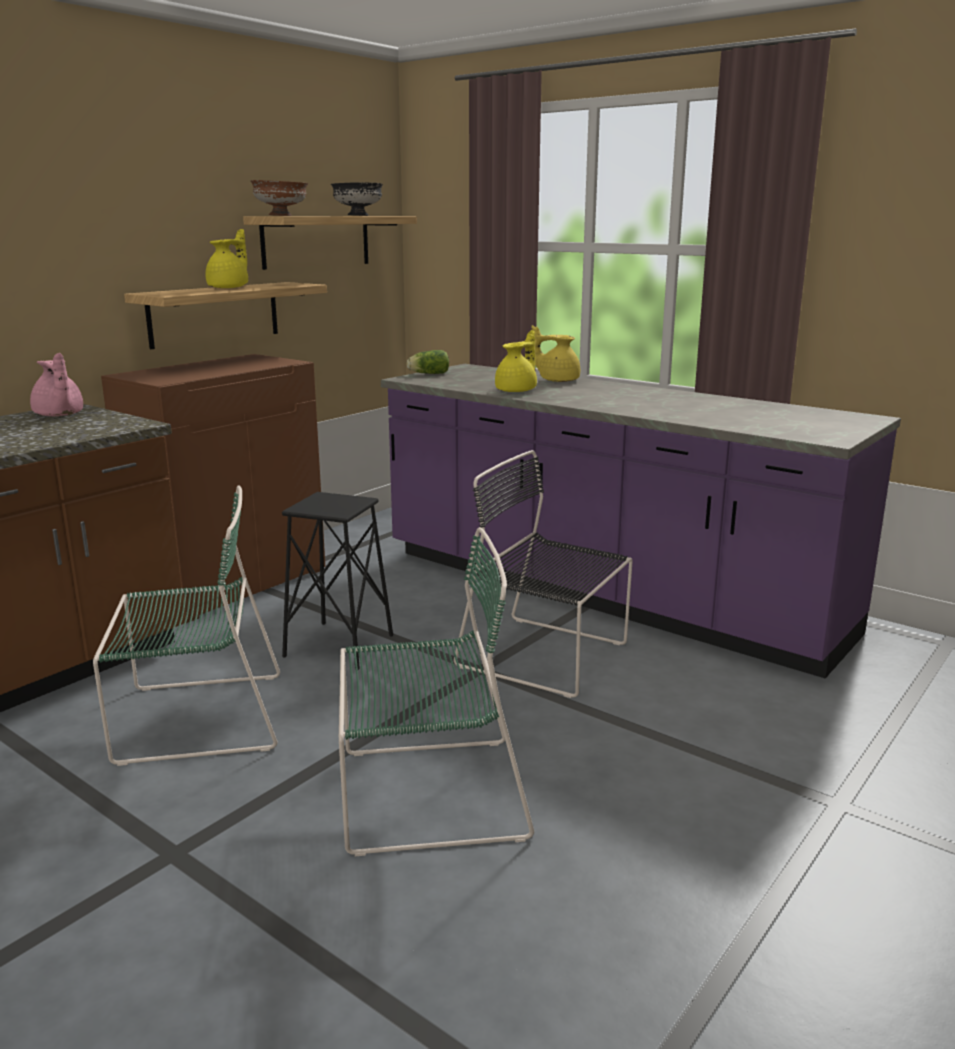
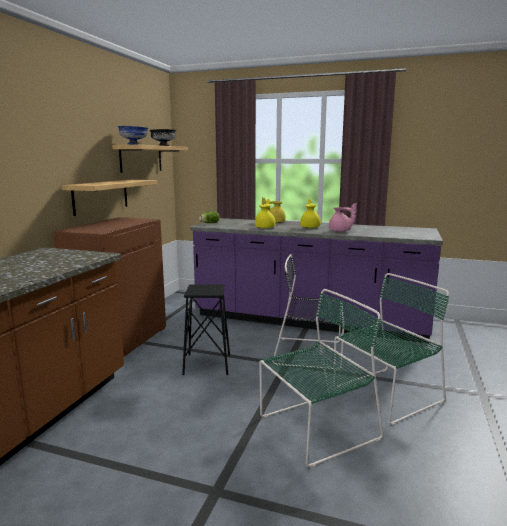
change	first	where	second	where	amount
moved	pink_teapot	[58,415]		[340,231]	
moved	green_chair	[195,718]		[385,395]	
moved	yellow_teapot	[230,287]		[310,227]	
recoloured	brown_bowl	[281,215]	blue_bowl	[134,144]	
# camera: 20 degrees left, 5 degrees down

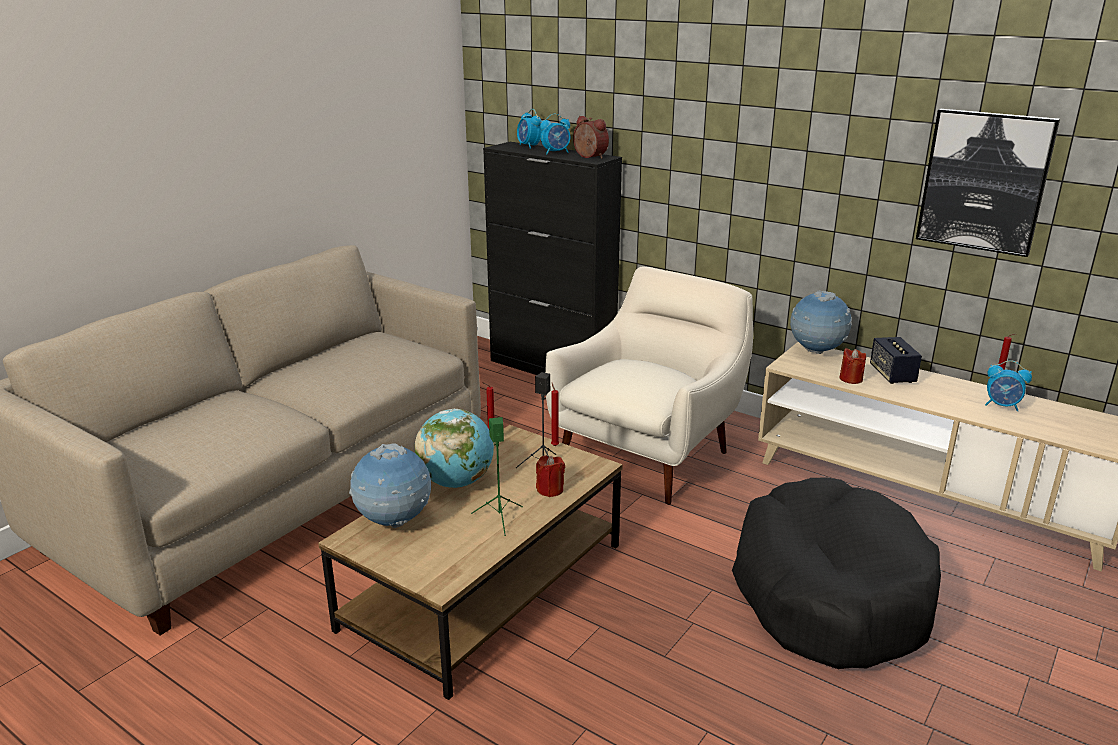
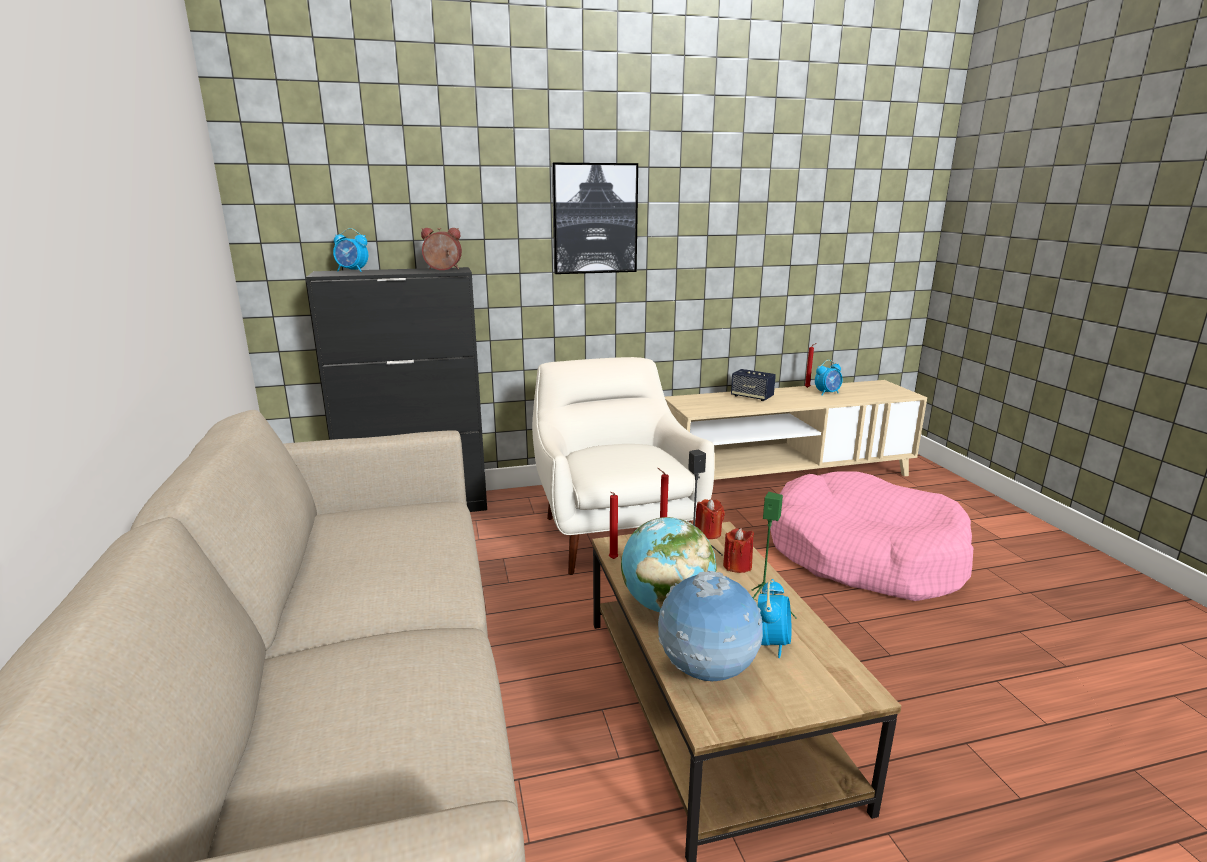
change	first	where	second	where	amount
removed	globe	[816,352]			
moved	alarm_clock	[556,152]		[772,643]	
moved	red_candle	[851,379]		[708,533]	
moved	picture	[984,181]		[594,219]	
recoloured	black_dog_bed	[829,593]	pink_dog_bed	[864,555]	
# camera: 50 degrees left, 5 degrees down

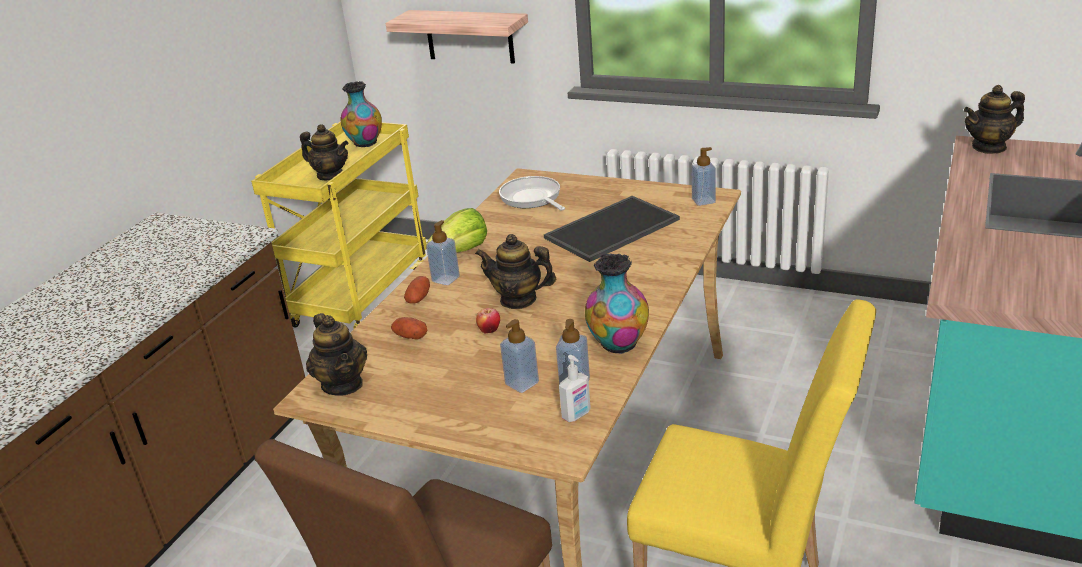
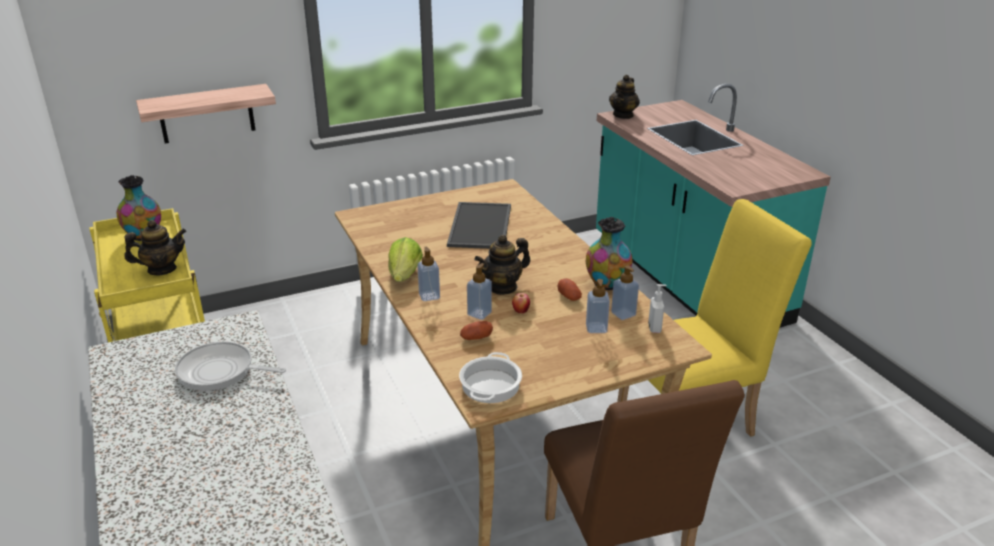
change	first	where	second	where	amount
moved	potato	[418,298]		[569,296]	
moved	frying_pan	[532,198]		[220,372]	
moved	soap_dispenser	[703,201]		[479,313]	
replaced	teapot	[343,384]	cooking_pot	[490,385]	
# camera: 50 degrees left, 0 degrees up

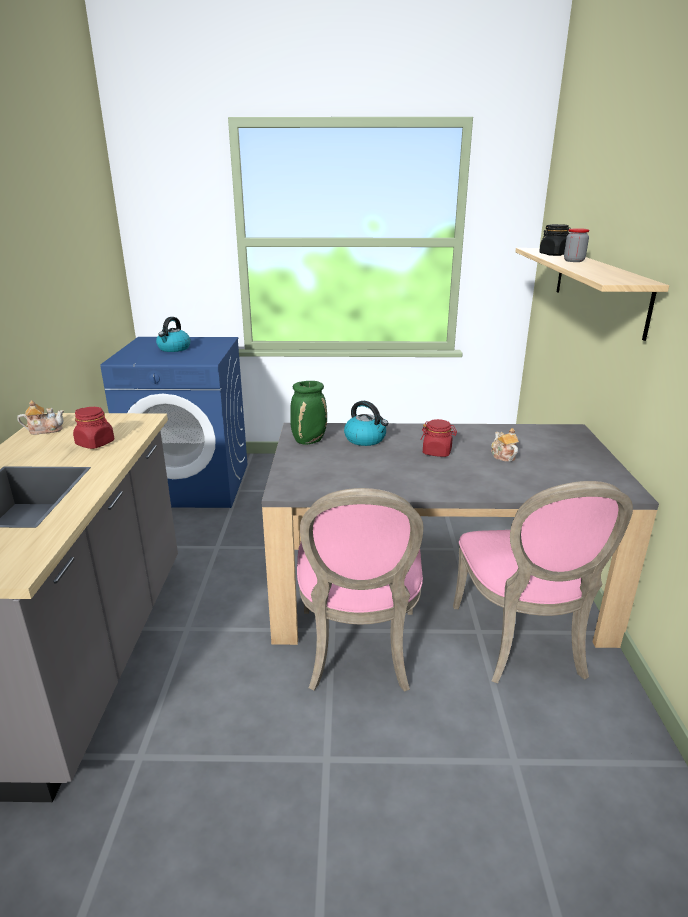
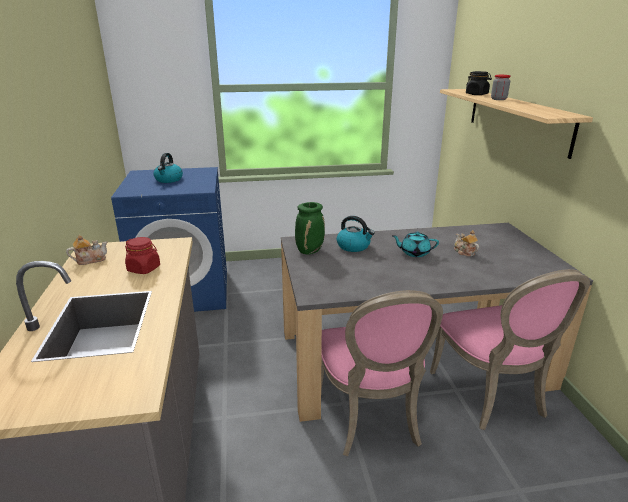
change	first	where	second	where	amount
replaced	red_jar	[437,452]	turquoise_teapot	[414,253]	
# camera: 10 degrees left, 0 degrees up

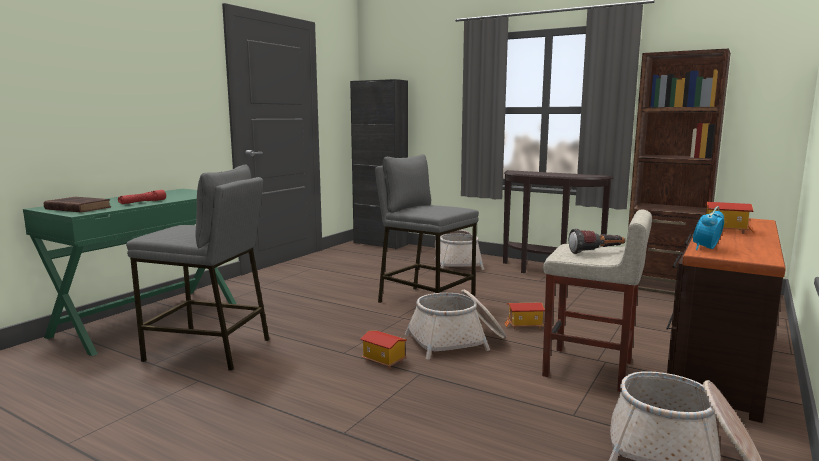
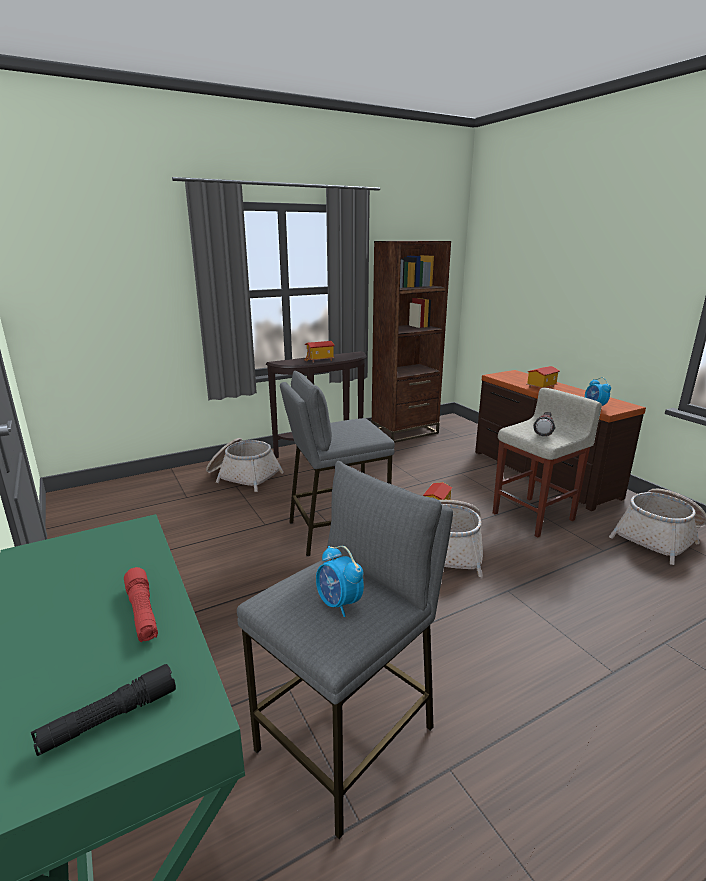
change	first	where	second	where	amount
removed	black_cabinet	[380,244]			
added			alarm_clock	[339,603]	
moved	toy_house	[383,361]		[320,360]	
replaced	brown_book	[77,208]	black_flashlight	[109,718]	
# camera: 60 degrees left, 10 degrees up

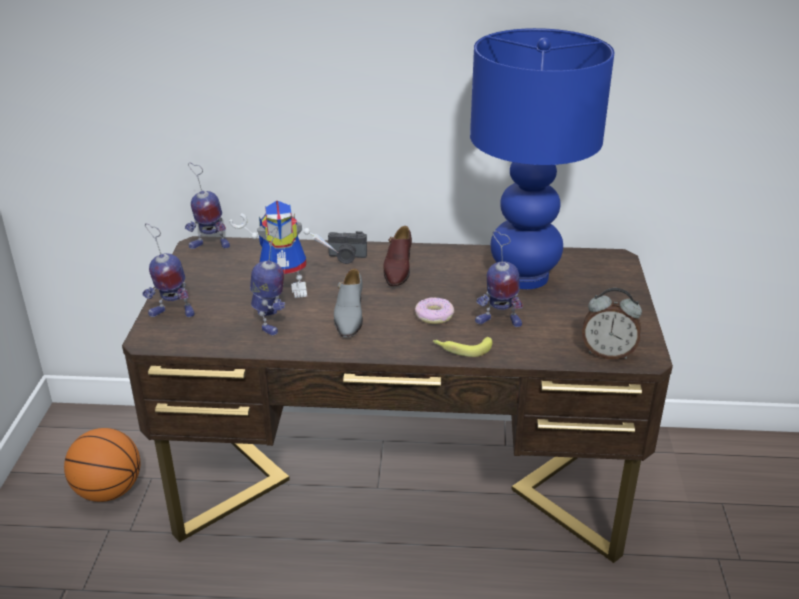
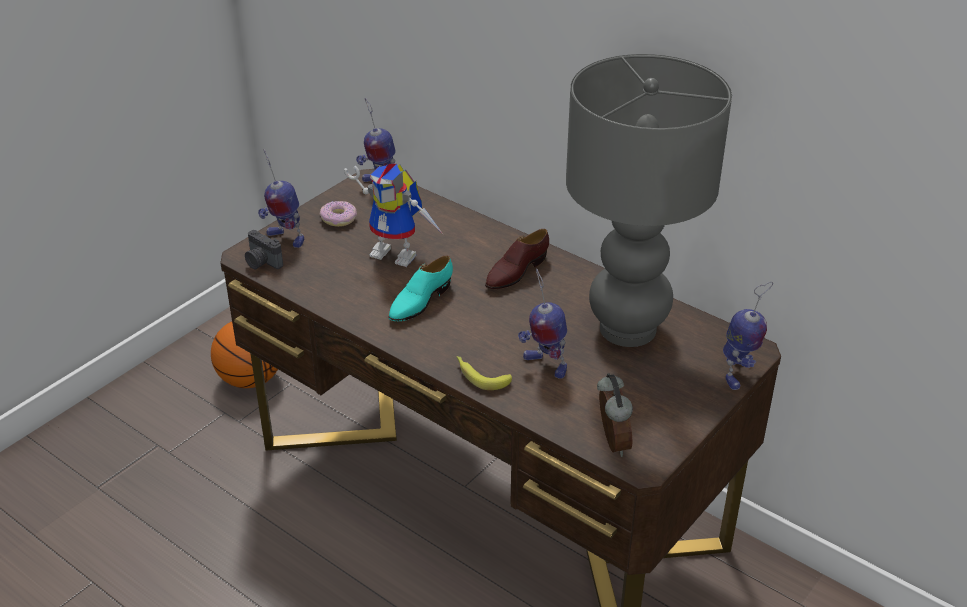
change	first	where	second	where	amount
moved	toy_robot	[270,322]		[738,374]	
moved	photo_camera	[347,258]		[262,262]	
moved	donut	[434,316]		[339,218]	
recoloured	grey_shoe	[349,316]	turquoise_shoe	[420,301]	
recoloured	blue_table_lamp	[525,276]	grey_table_lamp	[629,329]	
turned	alarm_clock	[608,353]		[611,443]	150 degrees counterclockwise
# camera: 35 degrees right, 5 degrees up

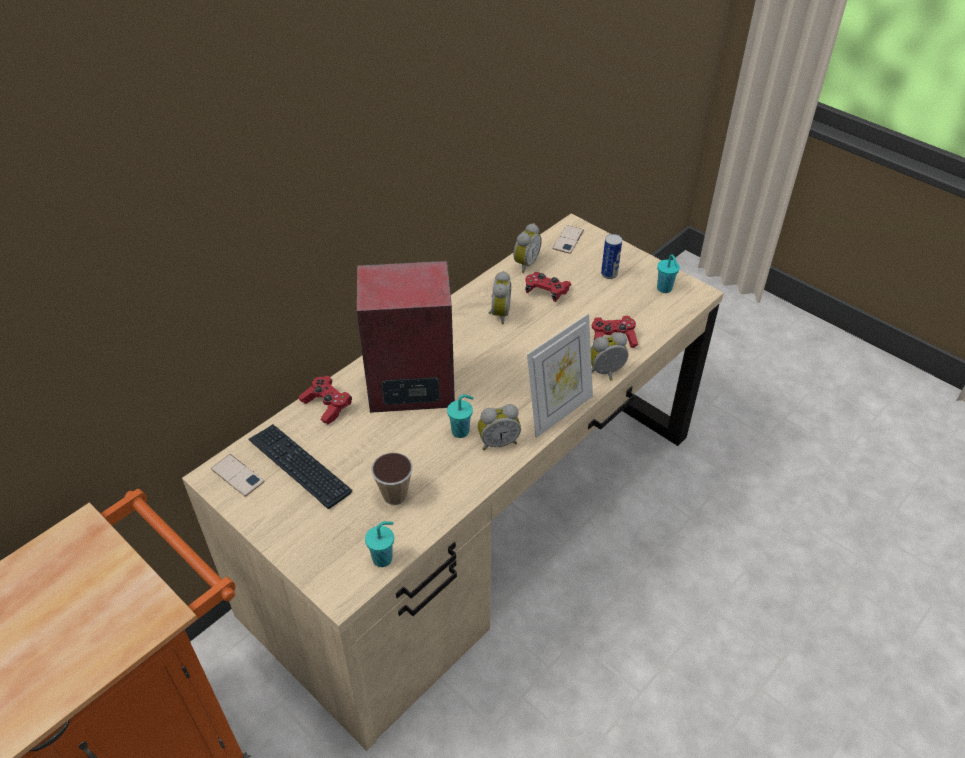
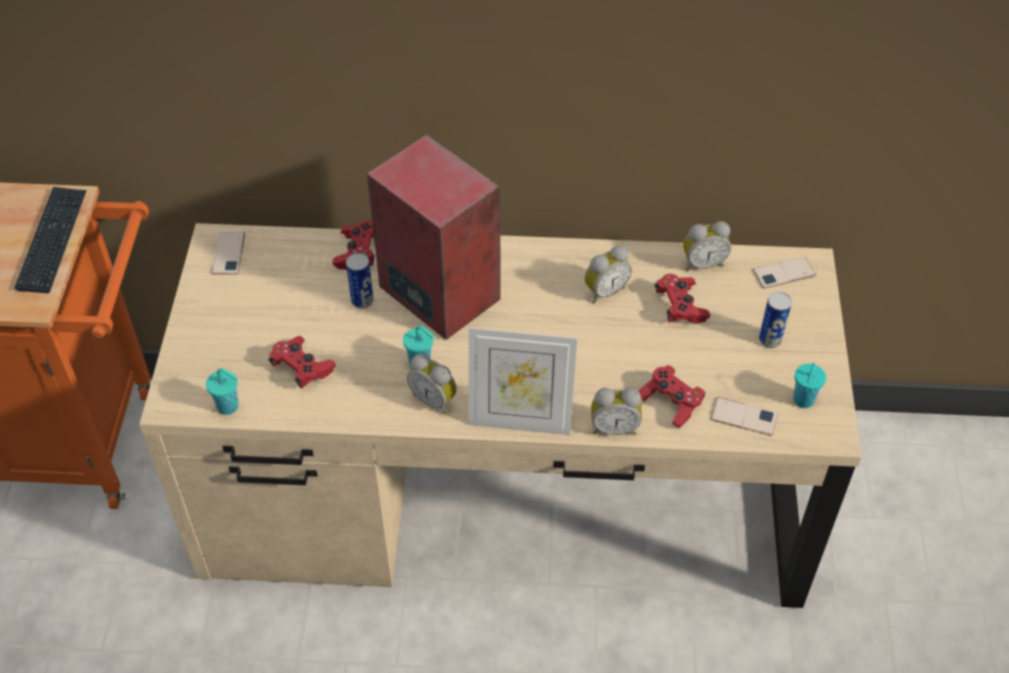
change	first	where	second	where	amount
added			can	[362,301]	
added			phone	[744,417]	
moved	keyboard	[299,466]		[52,240]	
replaced	cup	[395,495]	red_game_controller	[302,368]	
turned	alarm_clock	[606,373]		[614,427]	150 degrees clockwise
# camera: 50 degrees right, 5 degrees up

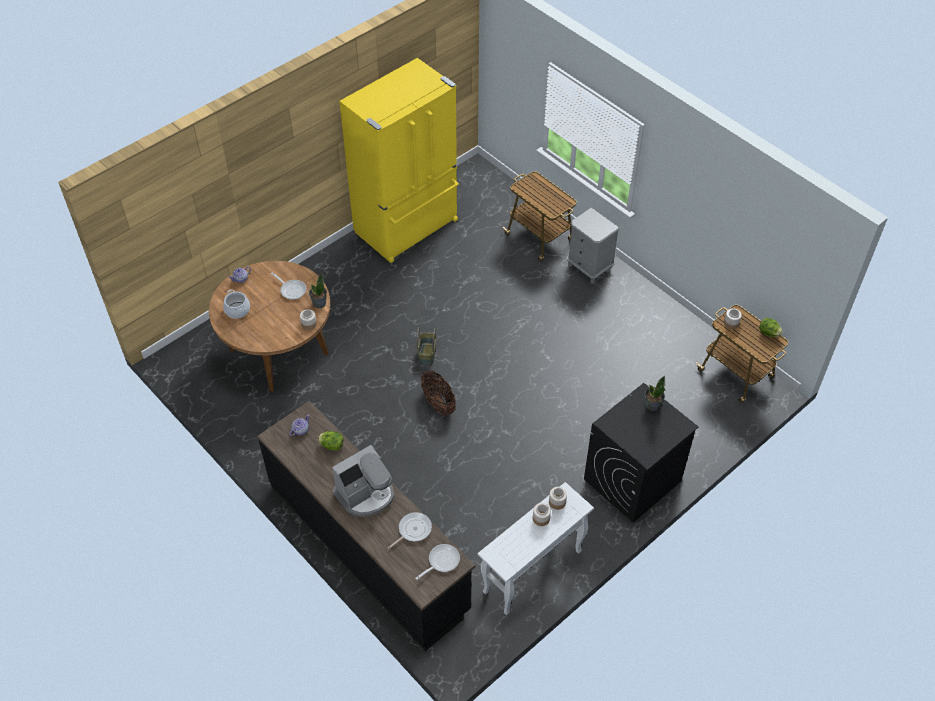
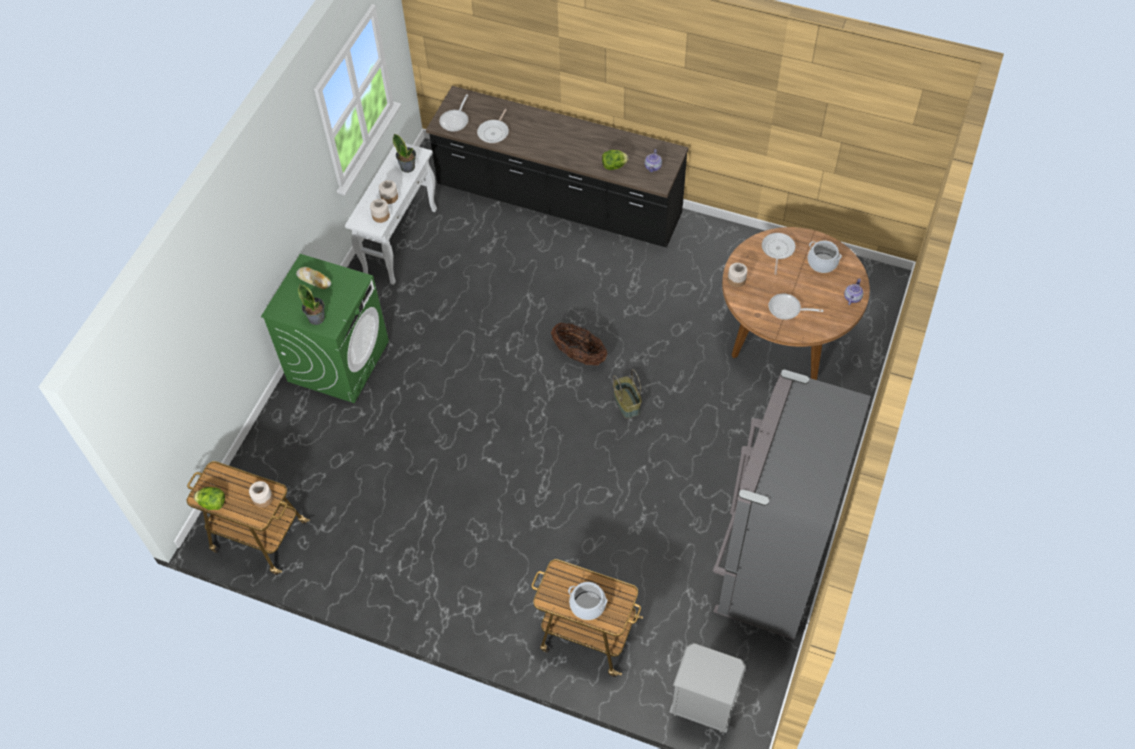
change	first	where	second	where	amount
removed	coffee_machine	[366,494]			
added			bread	[314,280]	
added			cooking_pot	[587,605]	
added			frying_pan	[777,250]	
moved	potted_plant	[319,303]		[408,167]	
moved	grey_nightstand	[589,267]		[703,706]	
recoloured	yellow_fridge	[408,227]	grey_fridge	[768,568]	
recoloured	black_washing_machine	[632,480]	green_washing_machine	[338,360]	
# camera: 155 degrees right, 5 degrees up

